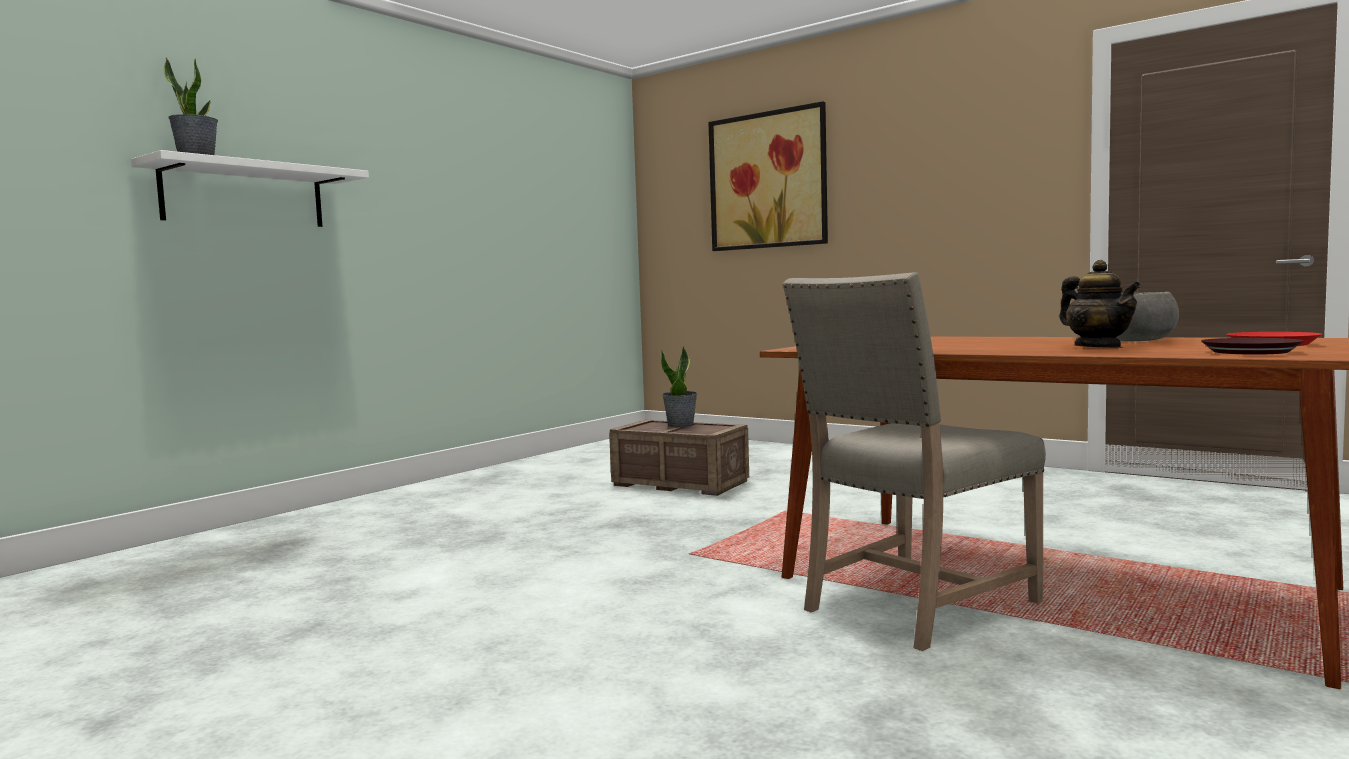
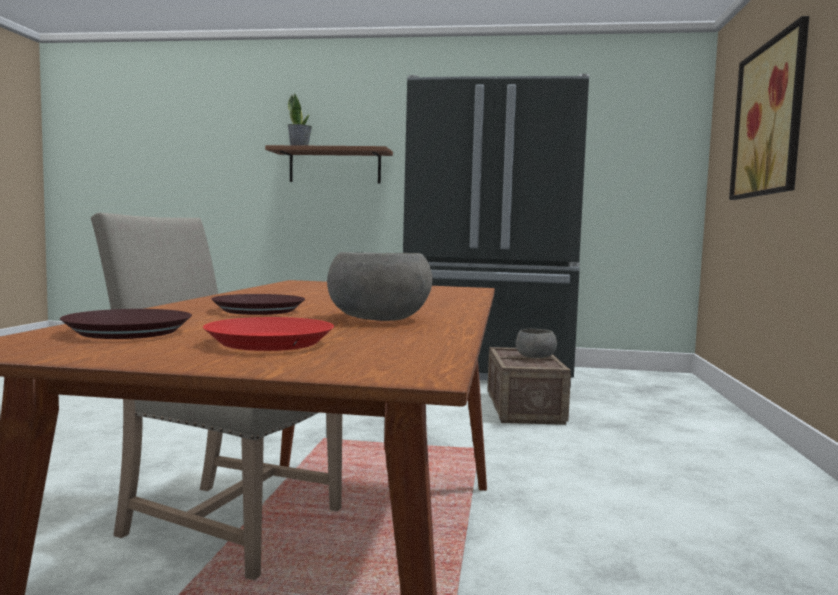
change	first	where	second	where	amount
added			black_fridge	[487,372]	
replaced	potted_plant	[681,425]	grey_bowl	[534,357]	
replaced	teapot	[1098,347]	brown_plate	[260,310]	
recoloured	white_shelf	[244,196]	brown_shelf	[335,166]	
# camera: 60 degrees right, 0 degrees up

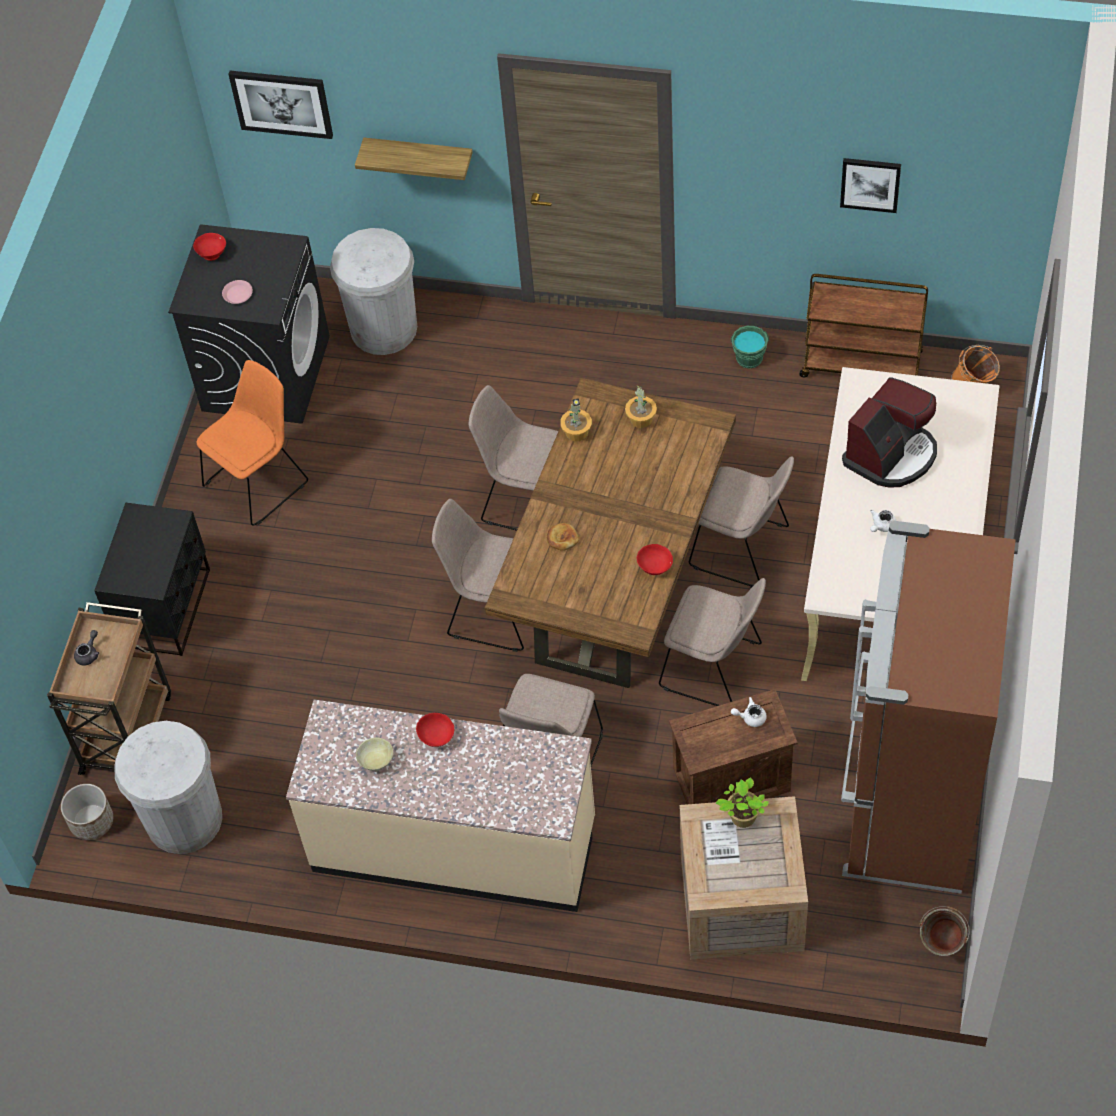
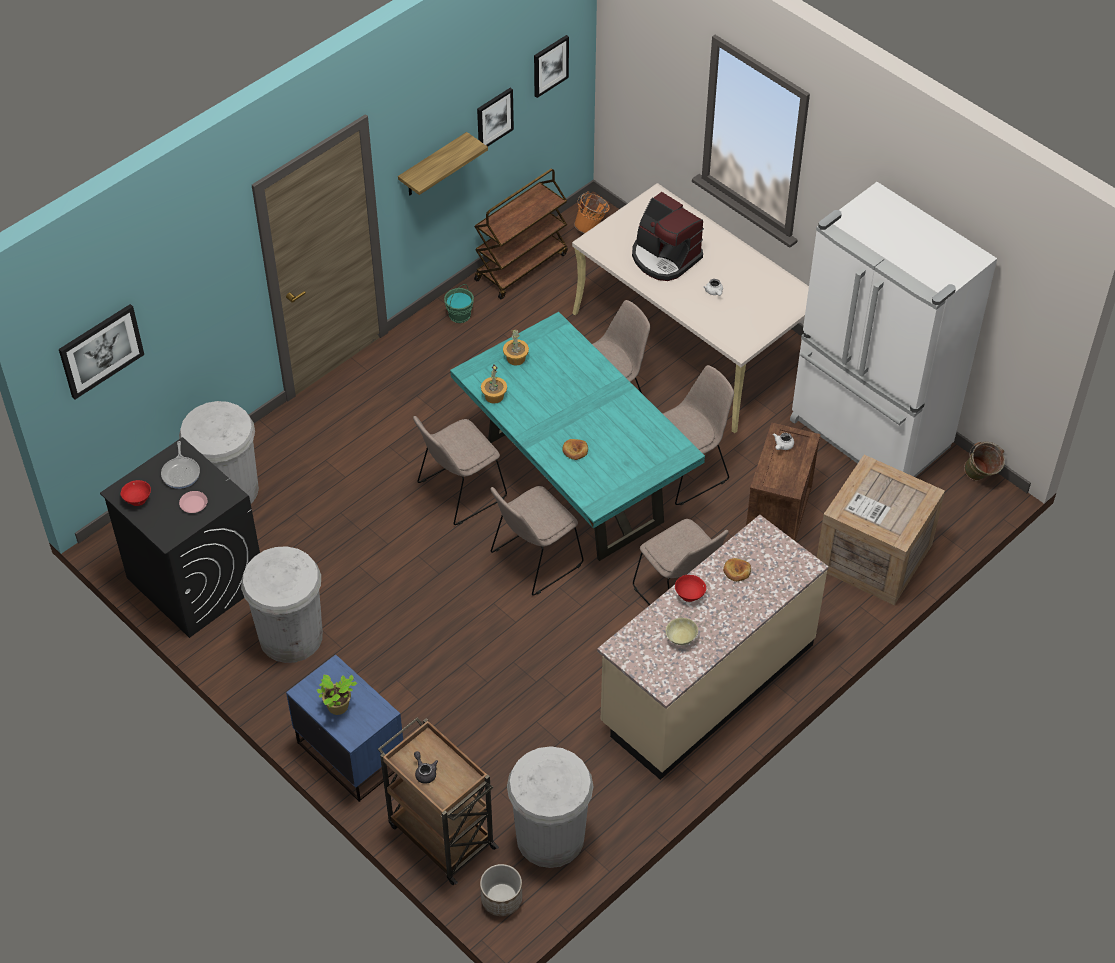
change	first	where	second	where	amount
removed	red_bowl	[655,568]			
added			frying_pan	[181,473]	
added			picture	[550,65]	
added			bread	[736,571]	
moved	shelf	[419,156]		[433,166]	
moved	potted_plant	[741,818]		[338,708]	
replaced	orange_chair	[258,481]	white_trash_can	[291,636]	
recoloured	black_nightstand	[166,608]	blue_nightstand	[351,753]	
recoloured	brown_dining_table	[617,581]	turquoise_dining_table	[573,481]	
recoloured	brown_fridge	[907,805]	white_fridge	[868,436]	
turned	coffee_machine	[891,455]		[664,257]	150 degrees clockwise
# camera: 60 degrees left, 5 degrees down

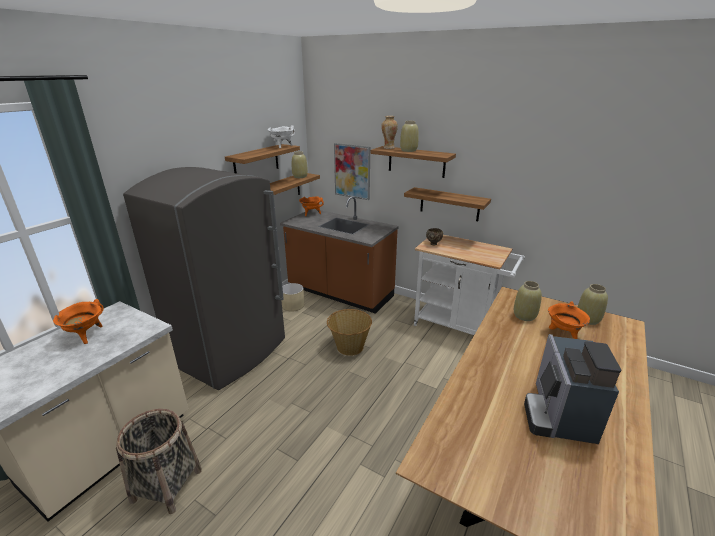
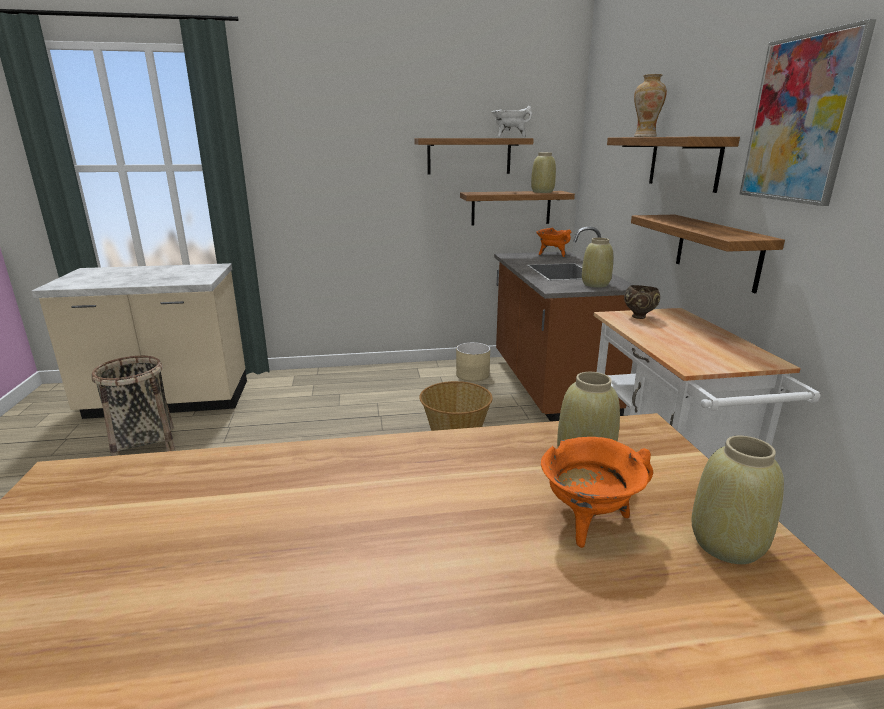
change	first	where	second	where	amount
removed	orange_cooking_pot	[86,335]			
removed	grey_fridge	[231,352]			
removed	coffee_machine	[559,415]			
moved	picture	[352,171]		[800,120]	
moved	beige_vase	[408,150]		[595,284]	
# camera: 50 degrees right, 5 degrees down

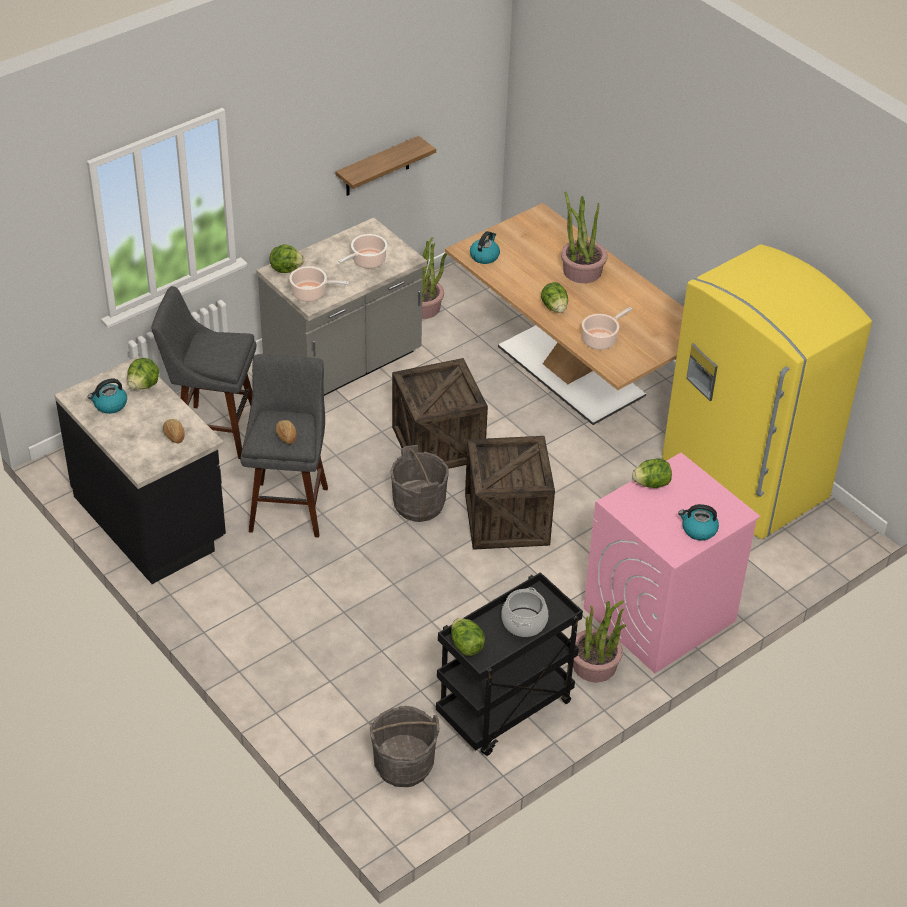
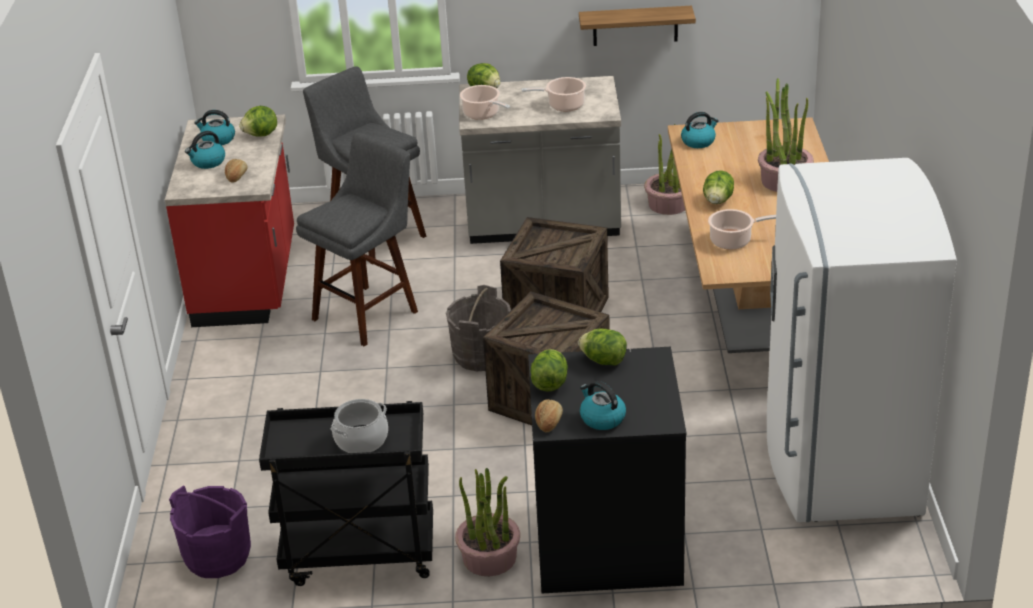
change	first	where	second	where	amount
added			kettle	[208,162]	
moved	bread	[286,436]		[549,422]	
moved	lettuce	[466,646]		[549,383]	
recoloured	black_counter	[151,519]	red_counter	[248,281]	
recoloured	grey_bucket	[403,765]	purple_bucket	[217,557]	
recoloured	pink_washing_machine	[659,615]	black_washing_machine	[606,543]	
recoloured	yellow_fridge	[742,481]	white_fridge	[838,462]	
# camera: 40 degrees right, 10 degrees down

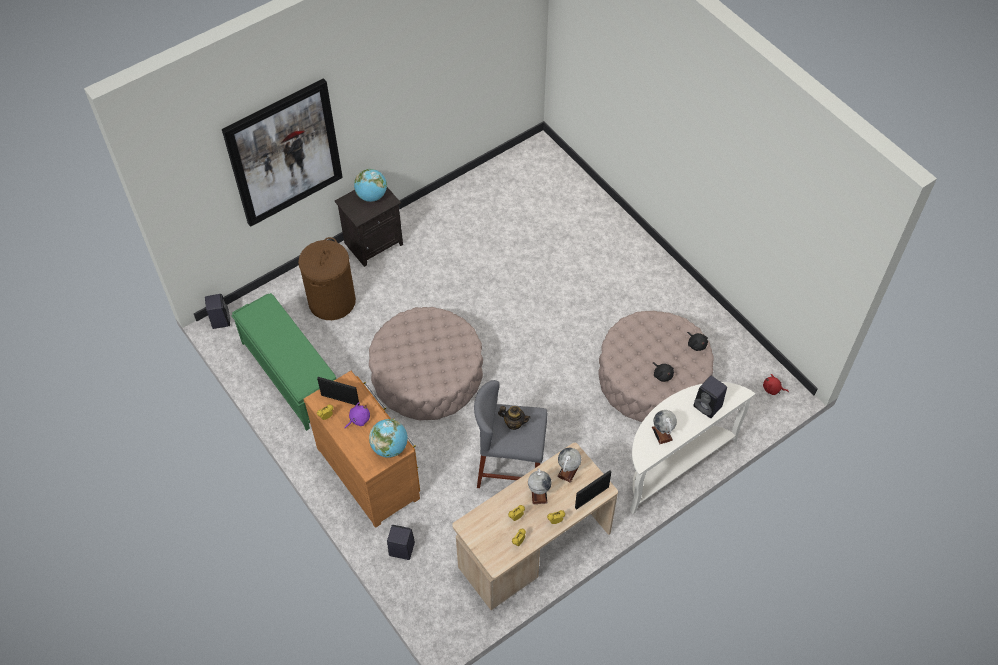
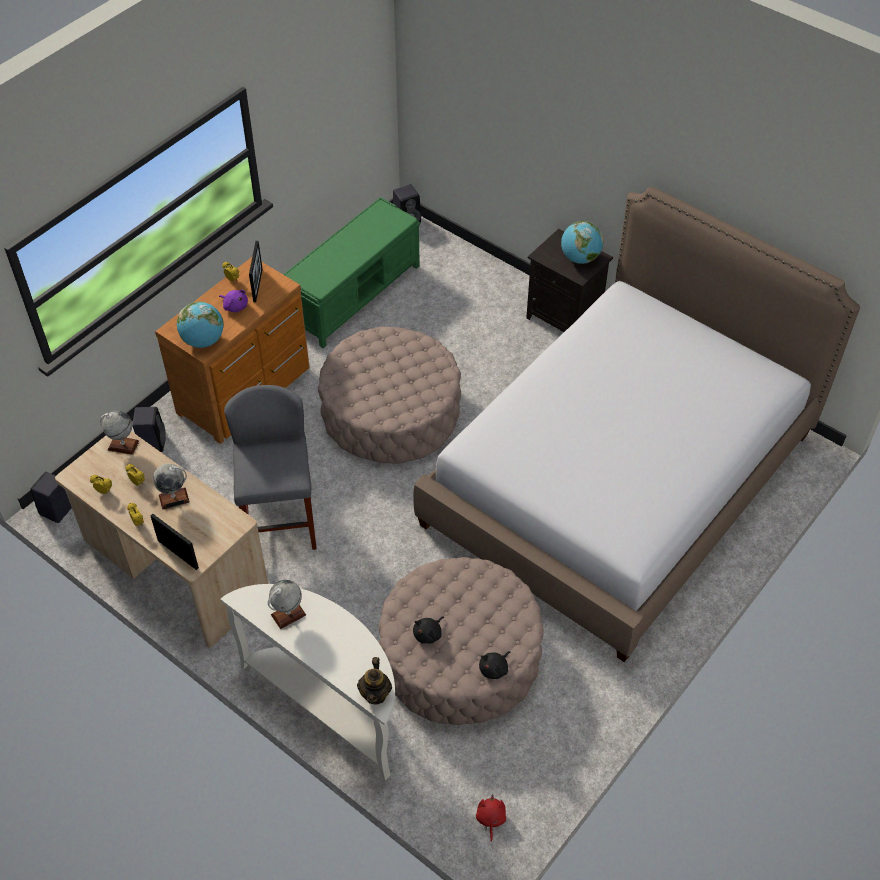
change	first	where	second	where	amount
removed	picture	[284,153]			
removed	brown_laundry_basket	[332,301]			
added			bed	[620,479]	
moved	teapot	[514,423]		[375,694]	
moved	globe	[568,471]		[123,445]	
moved	black_speaker	[708,406]		[56,511]	
# camera: 75 degrees right, 5 degrees down

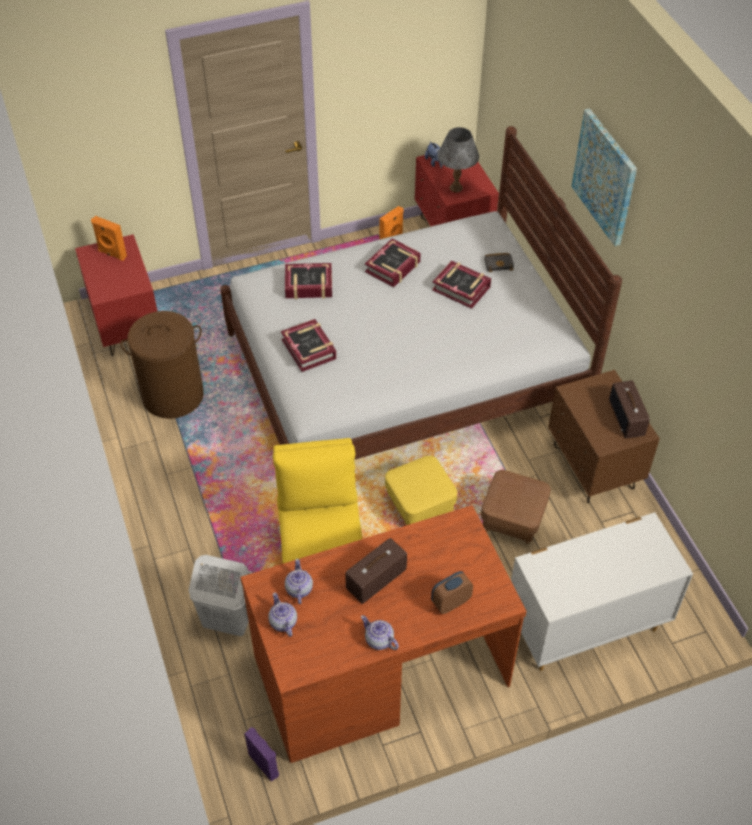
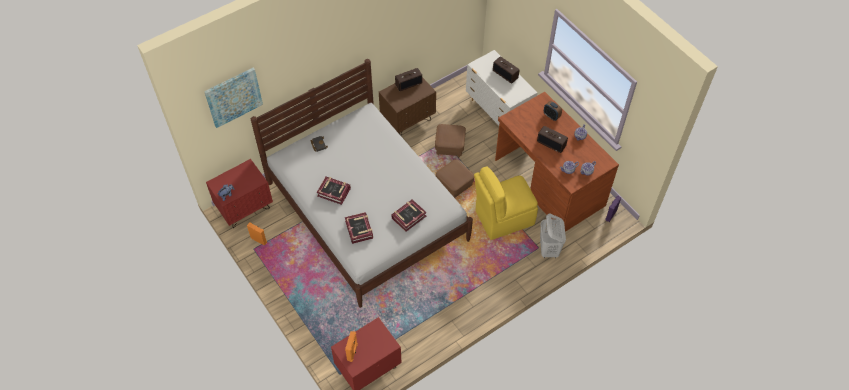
change	first	where	second	where	amount
removed	brown_laundry_basket	[173,395]			
removed	book	[461,288]			
removed	grey_table_lamp	[455,188]			
added			radio	[505,74]	
moved	picture	[605,177]		[233,97]	
recoloured	yellow_ottoman	[419,505]	brown_ottoman	[454,186]	
# camera: 105 degrees left, 5 degrees up

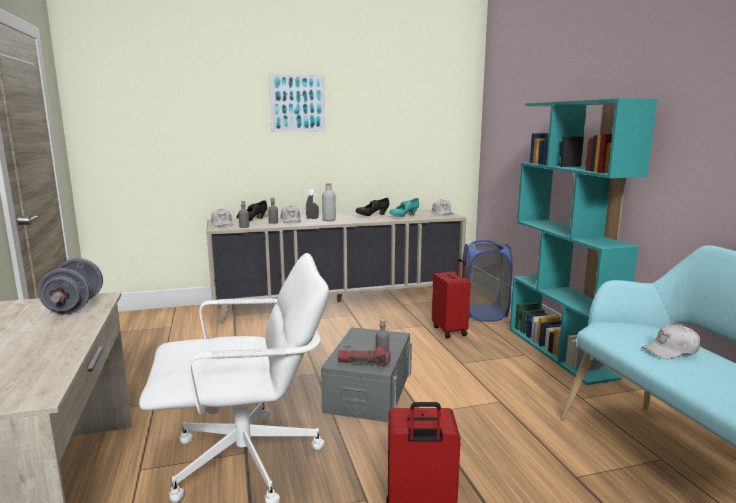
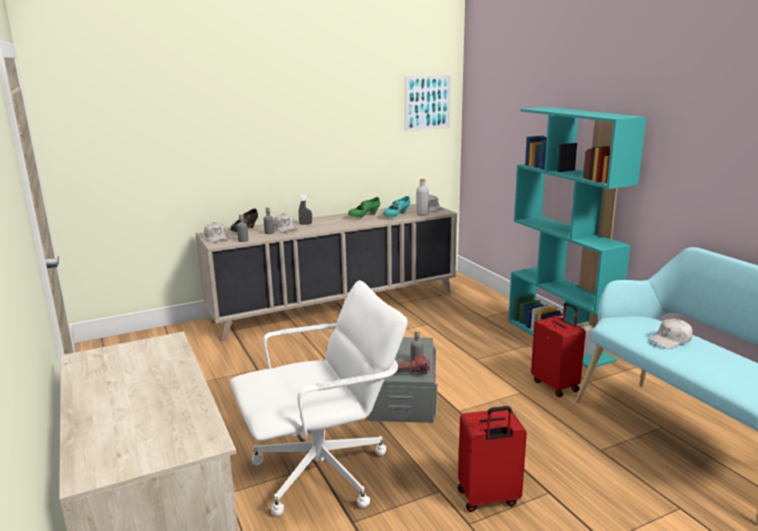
change	first	where	second	where	amount
removed	grey_dumbbell	[74,306]			
removed	blue_laundry_basket	[483,313]			
moved	picture	[297,103]		[427,102]	
moved	grey_bottle	[329,220]		[422,214]	
moved	red_suitcase	[450,331]		[556,385]	
recoloured	black_shoe	[372,215]	green_shoe	[364,216]	
# camera: 10 degrees left, 5 degrees up

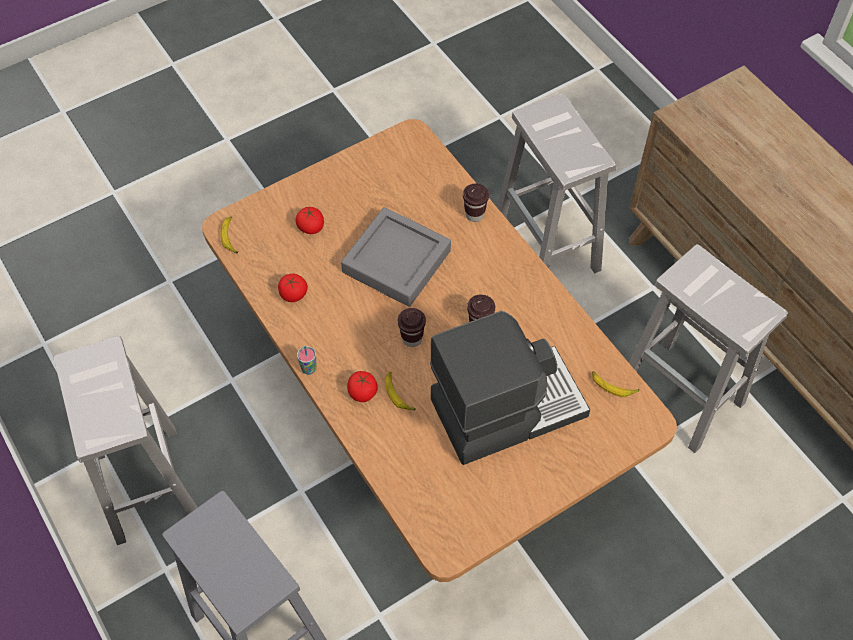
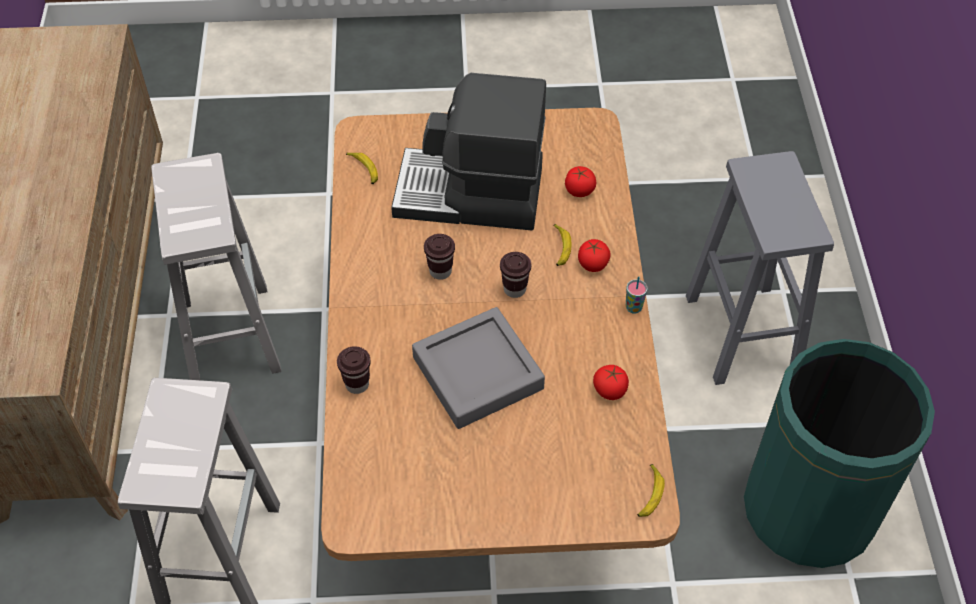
change	first	where	second	where	amount
moved	tomato	[311,227]		[579,190]	
replaced	white_stool	[148,486]	green_trash_can	[808,509]	
# camera: 150 degrees left, 5 degrees down

